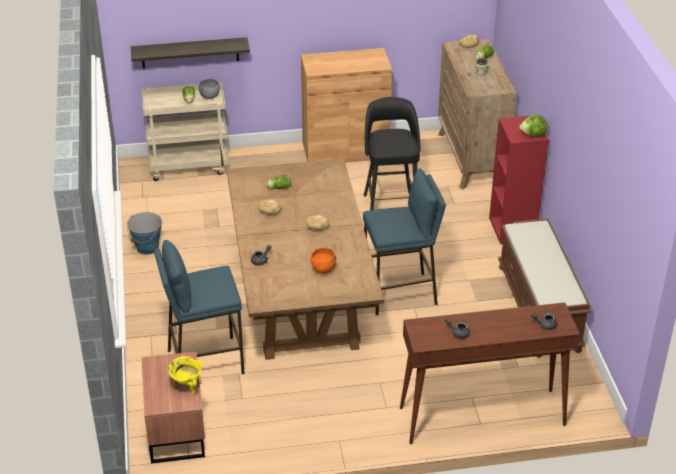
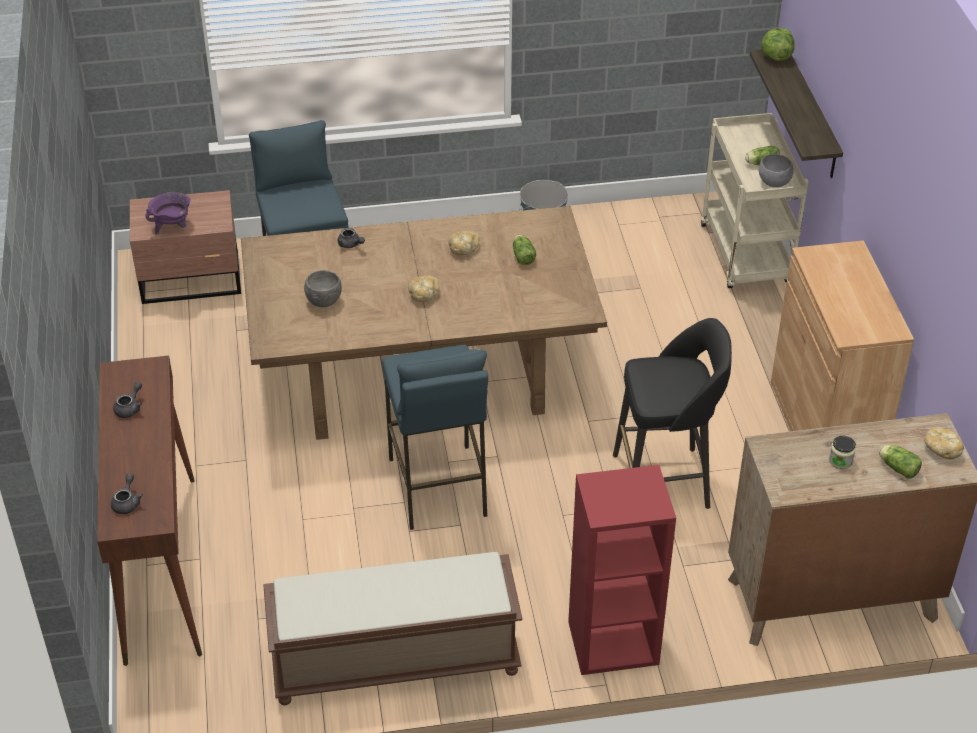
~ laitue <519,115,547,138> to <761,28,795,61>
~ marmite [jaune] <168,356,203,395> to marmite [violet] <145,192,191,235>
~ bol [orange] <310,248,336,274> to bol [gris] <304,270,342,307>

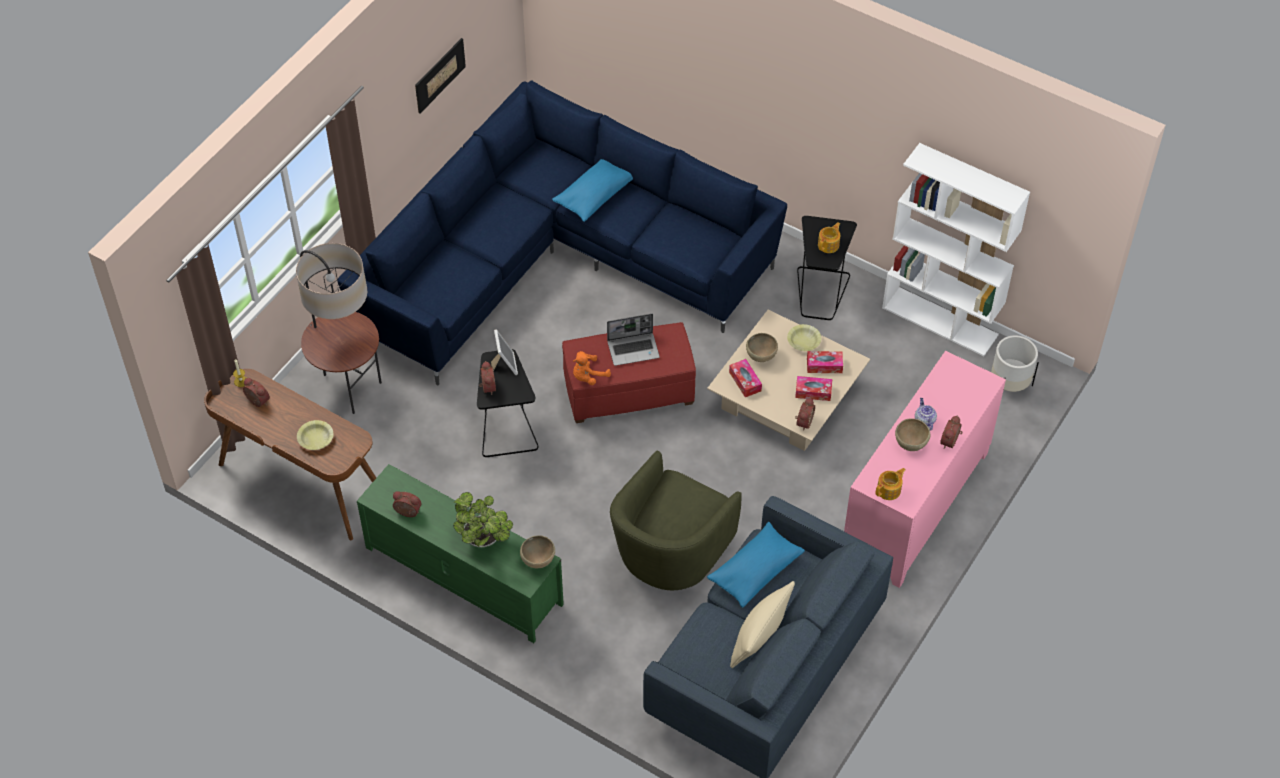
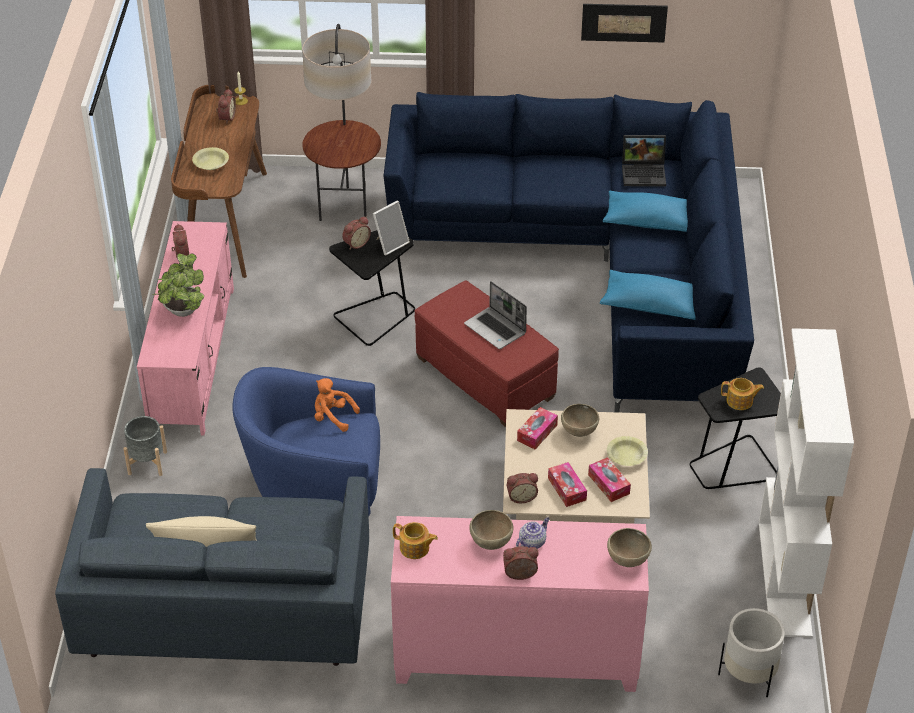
+ cache-pot [gris] <123,416,167,476>
+ ordinateur portable <622,135,666,187>
~ bol [marron] <520,535,555,568> to <607,528,652,567>
~ peluche [orange] <573,351,611,385> to <314,378,360,432>
~ coussin [bleu] <707,522,805,608> to <600,270,696,320>
~ meuble télé [vert] <357,464,564,643> to meuble télé [rose] <137,221,234,435>
~ fauteuil [vert] <610,450,742,590> to fauteuil [bleu] <232,367,380,517>

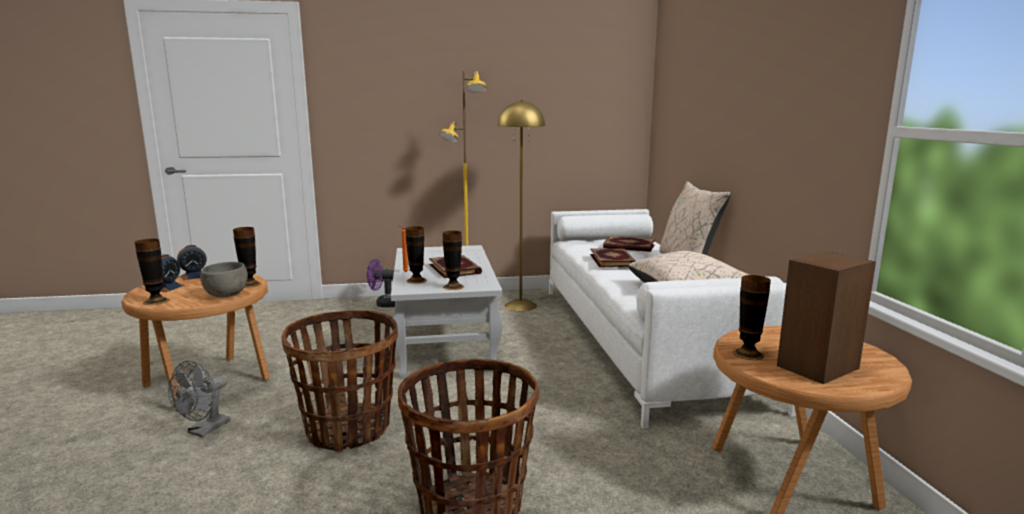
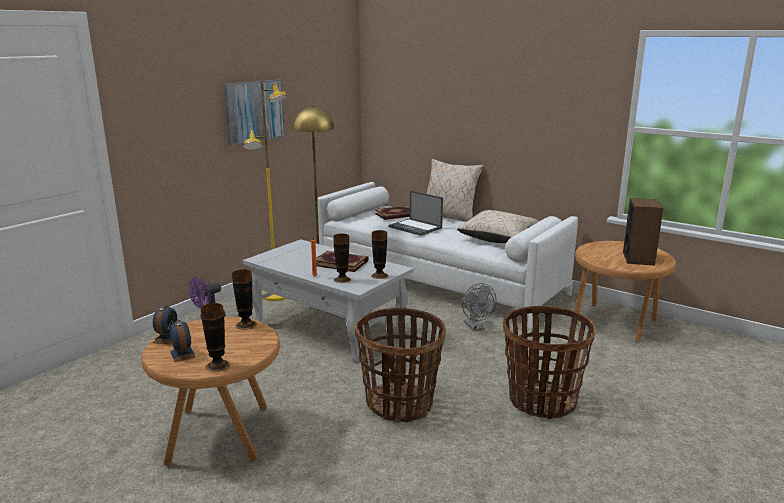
- bol [gris] <200,262,248,297>
- vase <733,275,771,360>
+ tableau <223,79,285,146>
~ ventilateur [gris] <168,361,230,437> to <462,283,496,331>
~ livre <590,248,636,268> to ordinateur portable <388,191,443,236>

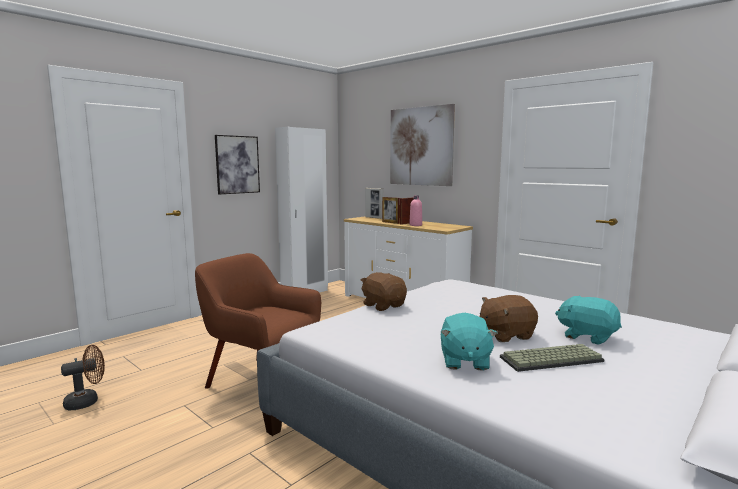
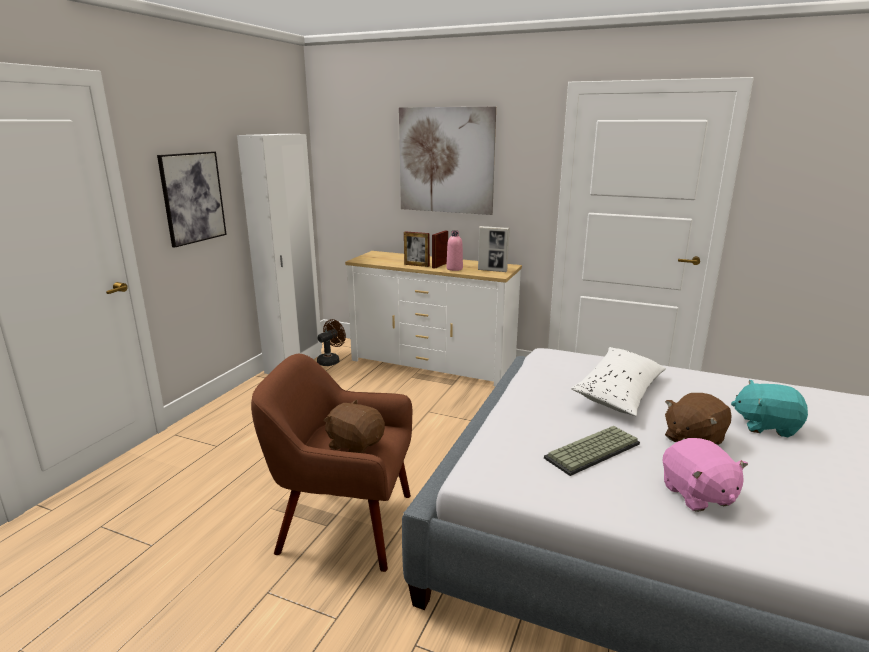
+ coussin [blanc] <571,347,666,416>
~ ventilateur [marron] <61,345,105,410> to <317,319,346,366>
~ peluche [marron] <361,272,407,311> to <324,399,385,453>
~ cadre photo <365,188,384,219> to <478,226,510,272>
~ clavier <500,344,604,372> to <544,426,640,476>
~ peluche [turquoise] <441,313,497,371> to peluche [rose] <663,438,748,512>

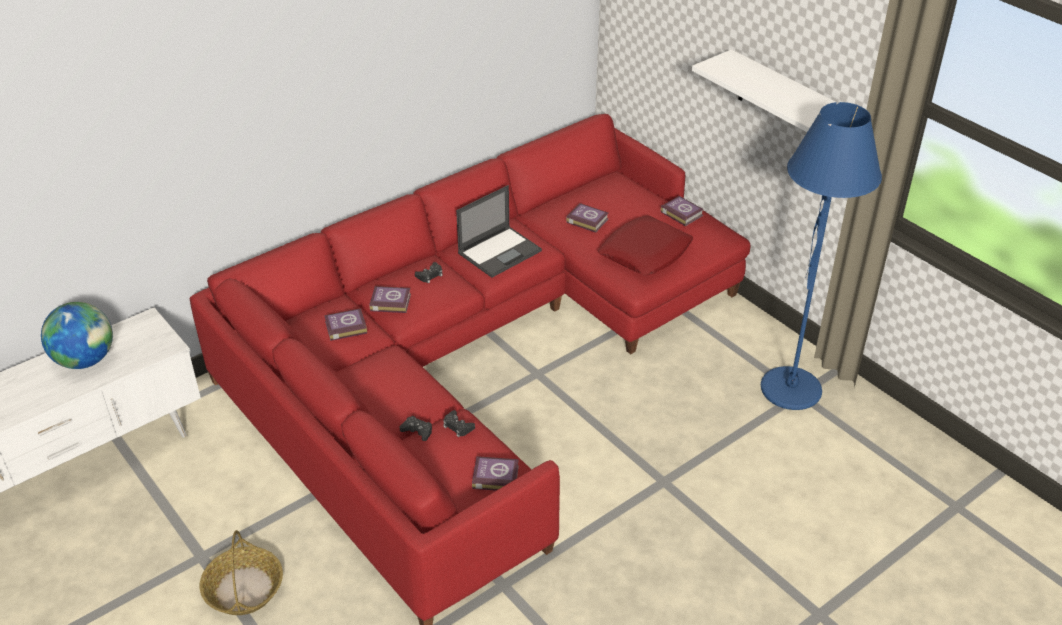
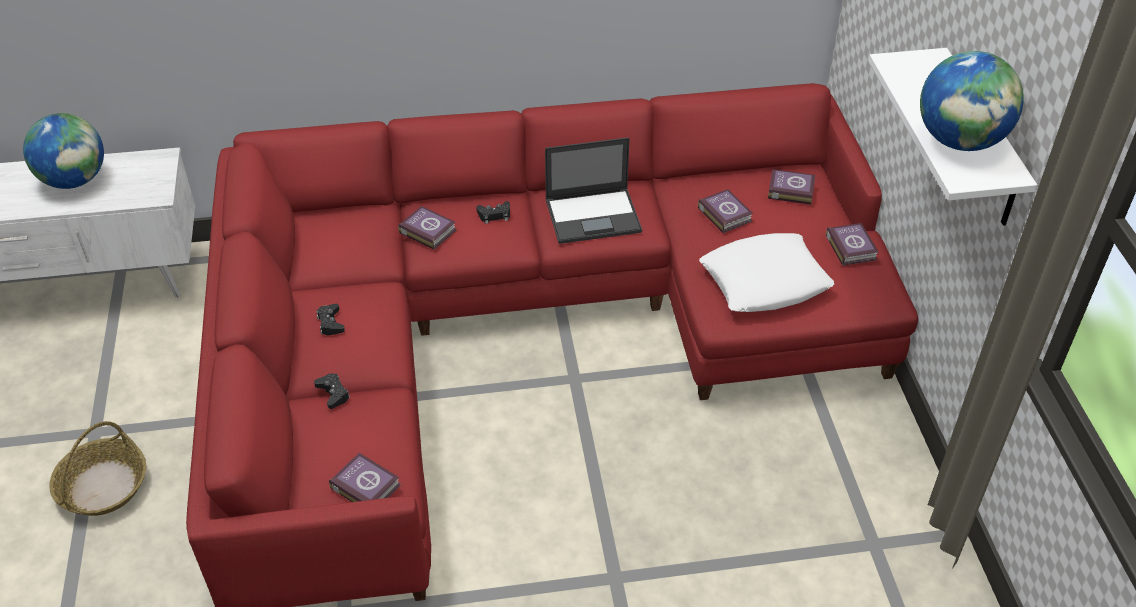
- lampadaire [bleu] <761,102,882,410>
+ globe <920,51,1024,151>
~ livre <324,308,367,341> to <768,169,815,205>
~ manette [noir] <444,410,475,437> to <316,304,345,335>
~ coussin [rouge] <598,215,693,276> to coussin [blanc] <699,233,834,312>

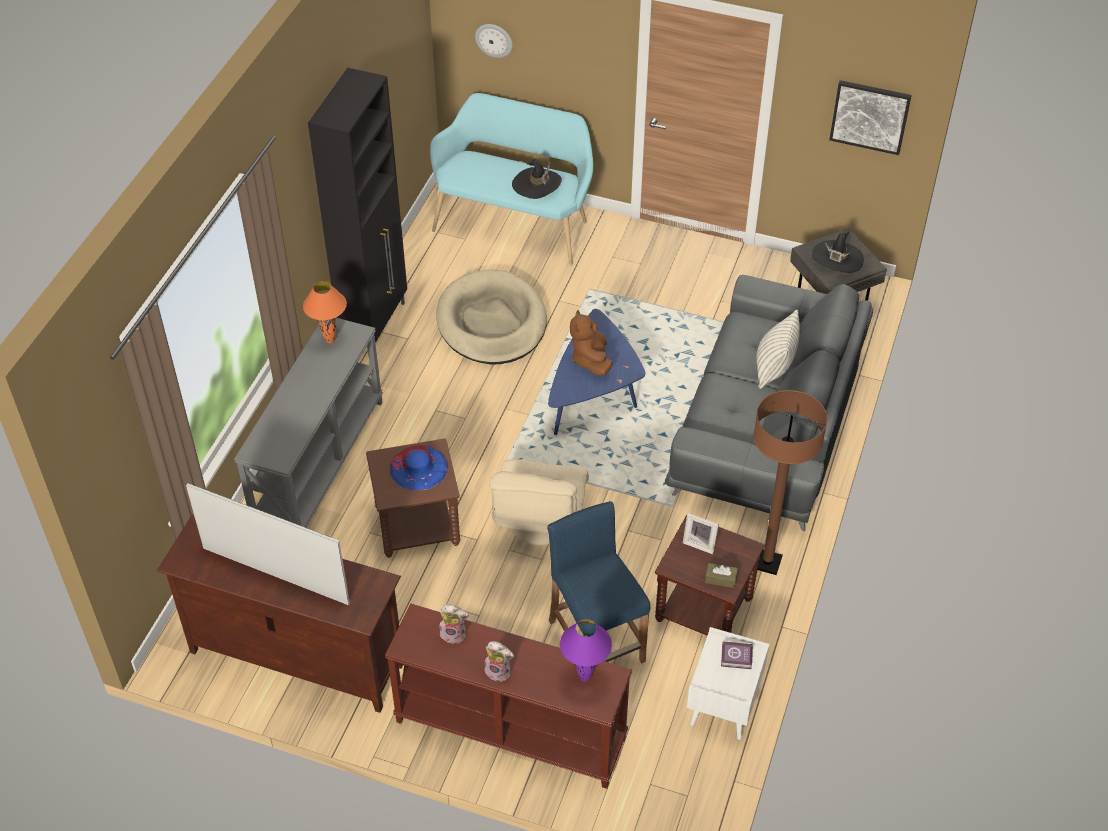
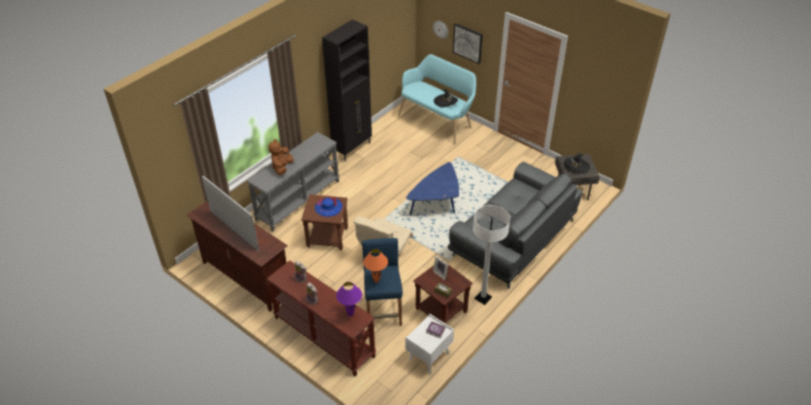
- panier pour chien [beige] <436,269,547,364>
- coussin <757,310,800,389>
~ lampe de table [orange] <303,281,347,343> to <363,249,388,283>
~ peluche [marron] <570,310,612,376> to <268,139,294,175>
~ tableau <829,80,912,155> to <453,23,483,64>
~ lampadaire [marron] <754,390,827,575> to lampadaire [blanc] <473,205,510,305>

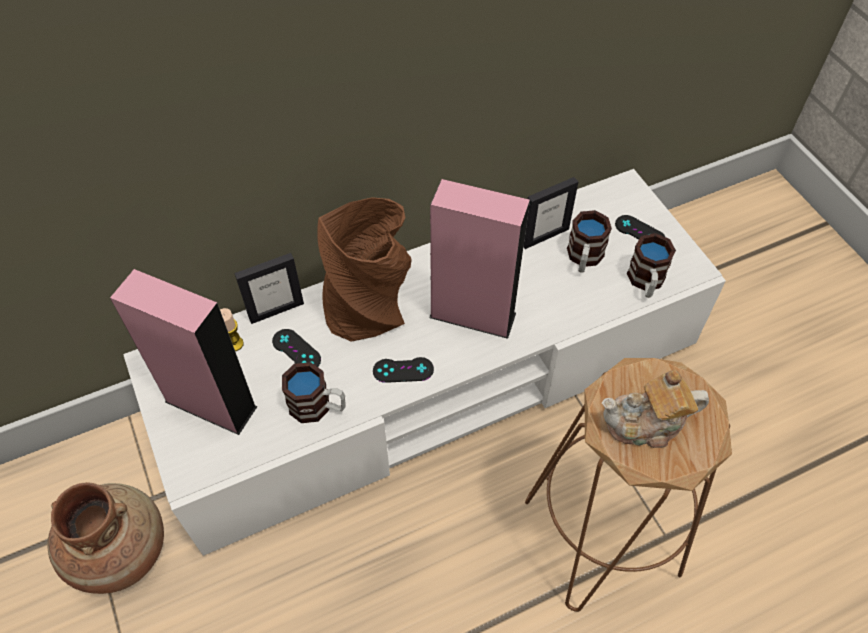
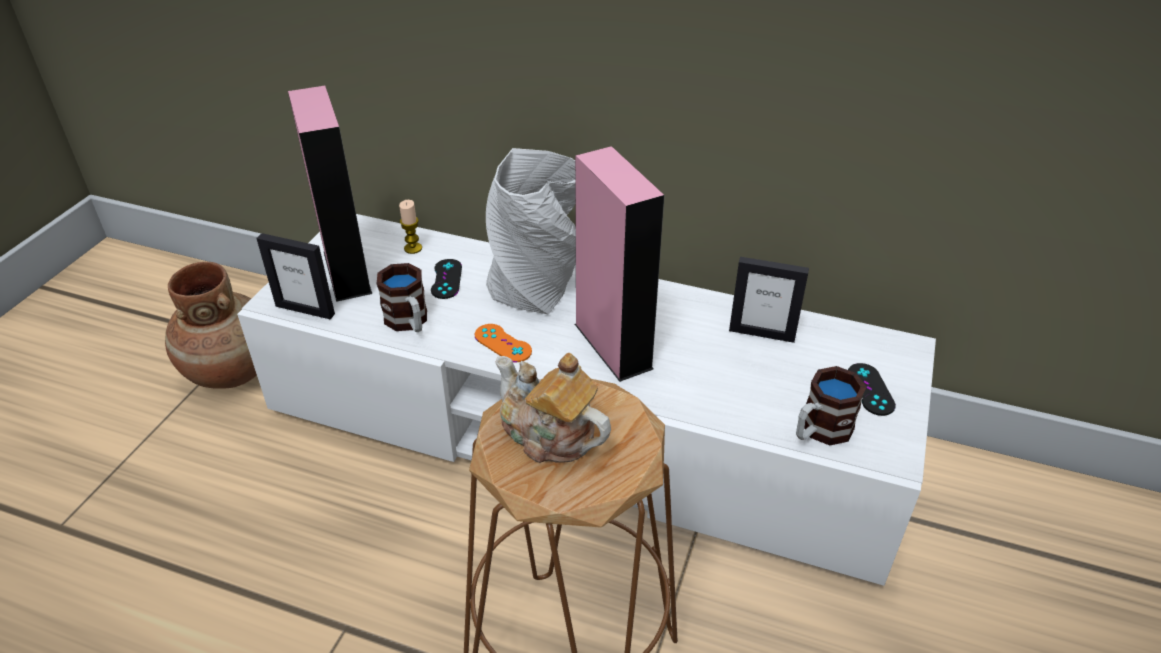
- mug <567,210,612,273>
~ cadre photo <234,253,304,324> to <256,233,335,319>
~ vase [marron] <317,197,412,342> to vase [gris] <486,148,576,315>
~ manette [noir] <373,357,434,383> to manette [orange] <475,324,532,362>

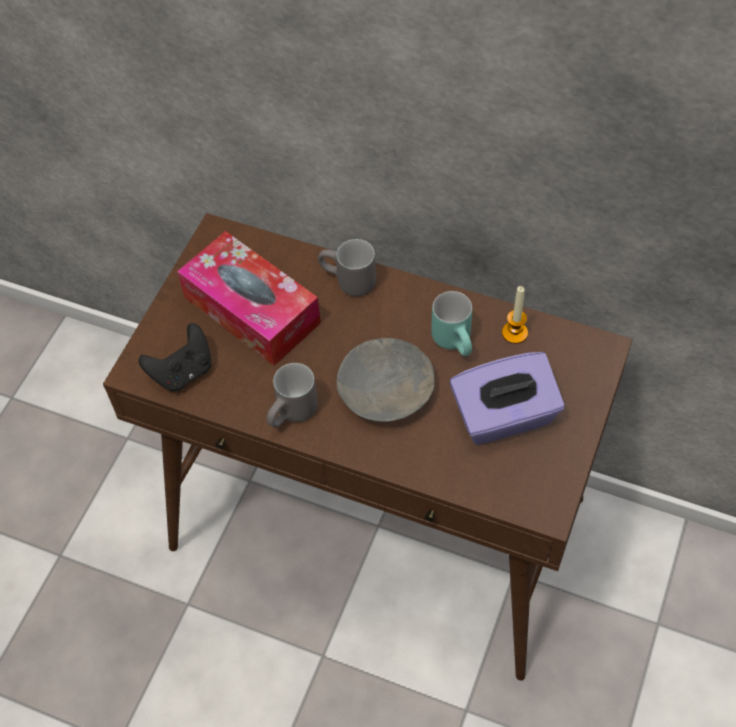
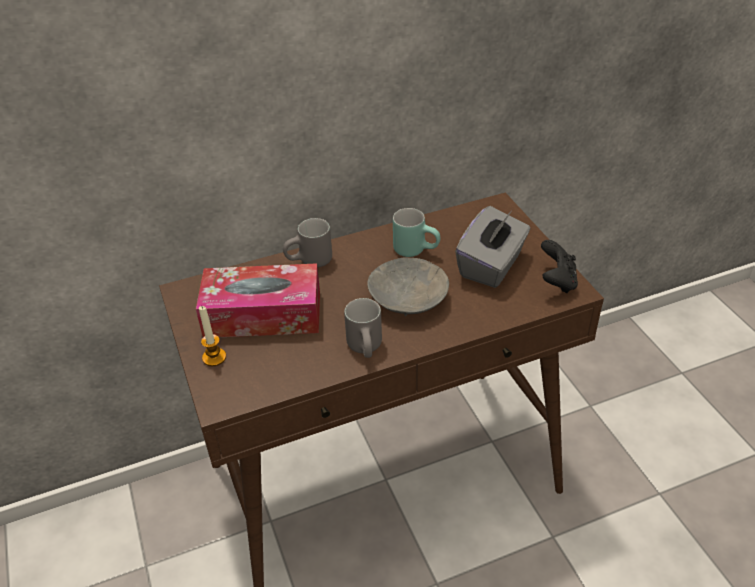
~ manette [noir] <139,323,211,391> to <541,240,578,293>
~ bougie <502,286,528,344> to <199,306,226,366>
~ boîte à mouchoirs [violet] <449,352,565,445> to boîte à mouchoirs [gris] <455,206,530,288>

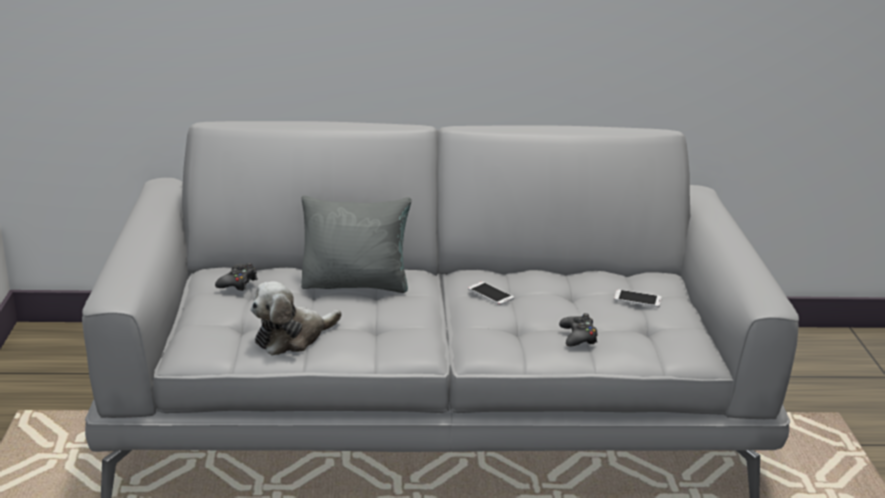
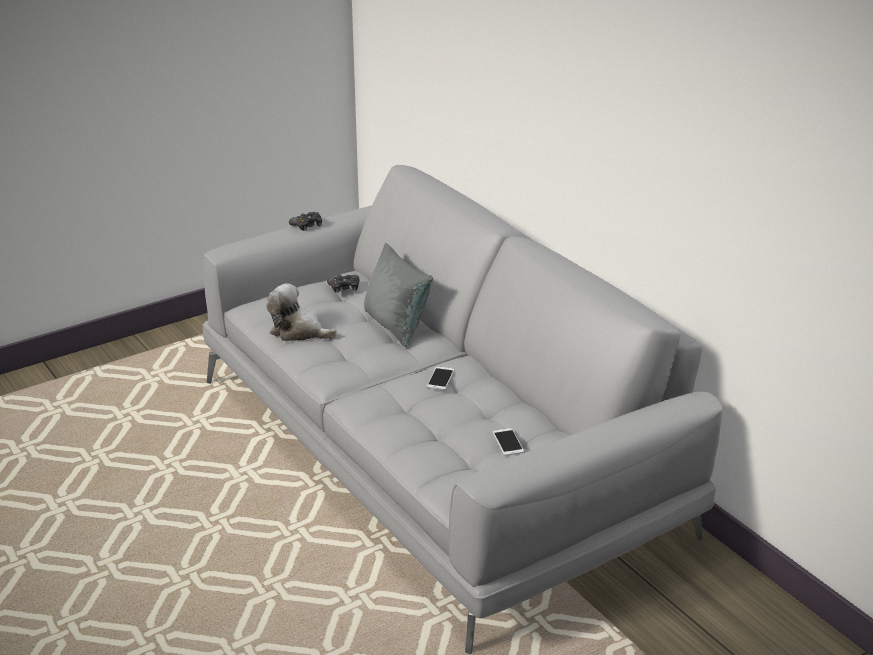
~ manette [noir] <559,313,597,347> to <289,212,322,231>

